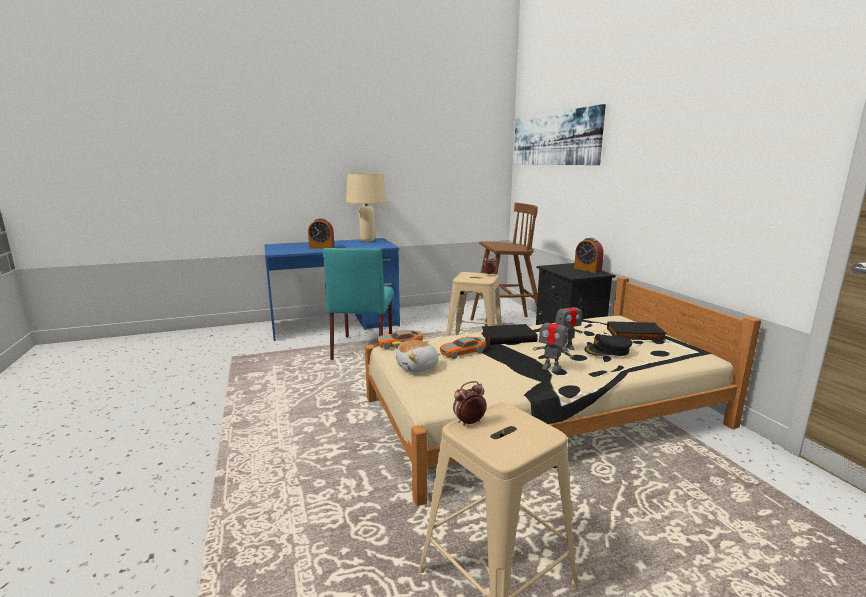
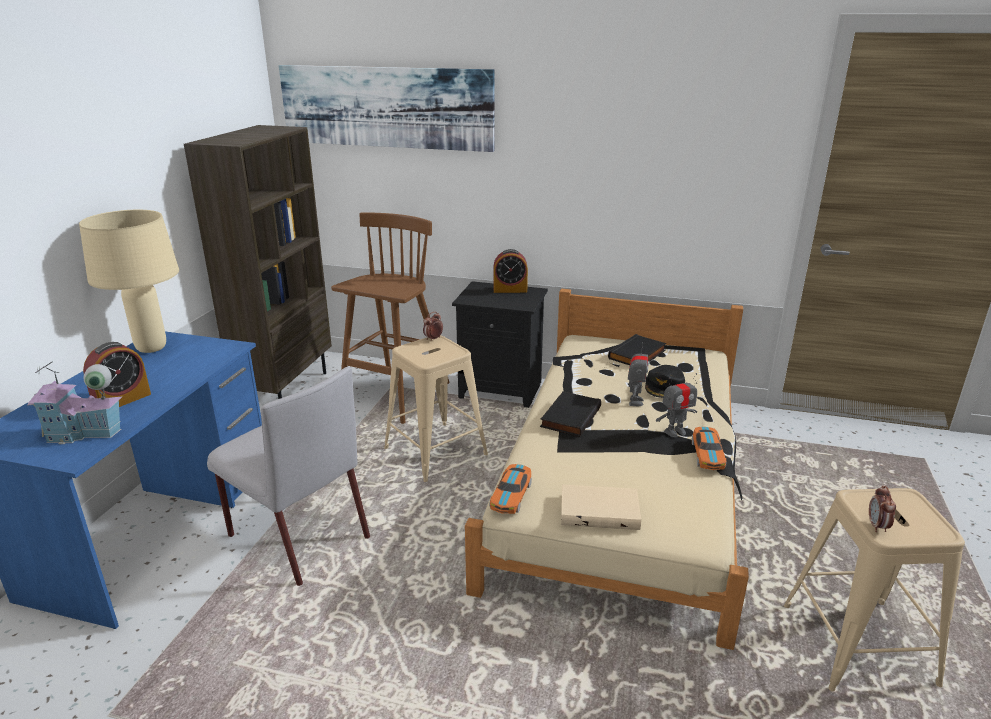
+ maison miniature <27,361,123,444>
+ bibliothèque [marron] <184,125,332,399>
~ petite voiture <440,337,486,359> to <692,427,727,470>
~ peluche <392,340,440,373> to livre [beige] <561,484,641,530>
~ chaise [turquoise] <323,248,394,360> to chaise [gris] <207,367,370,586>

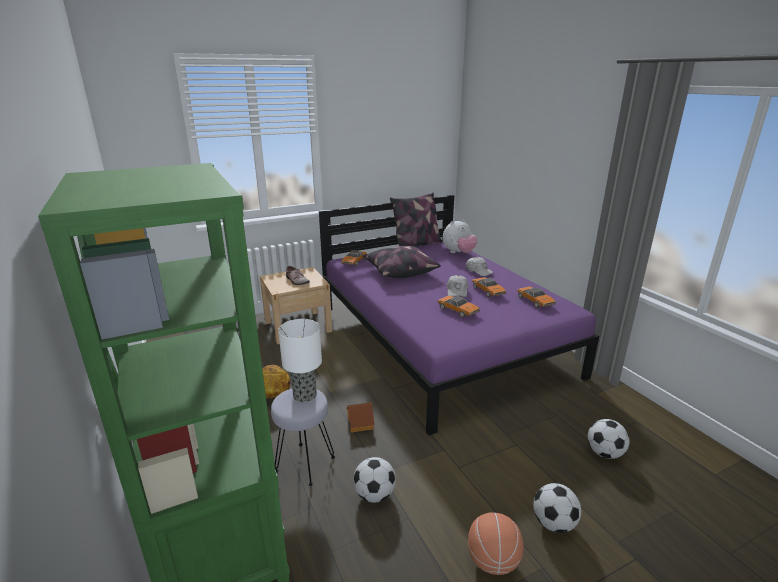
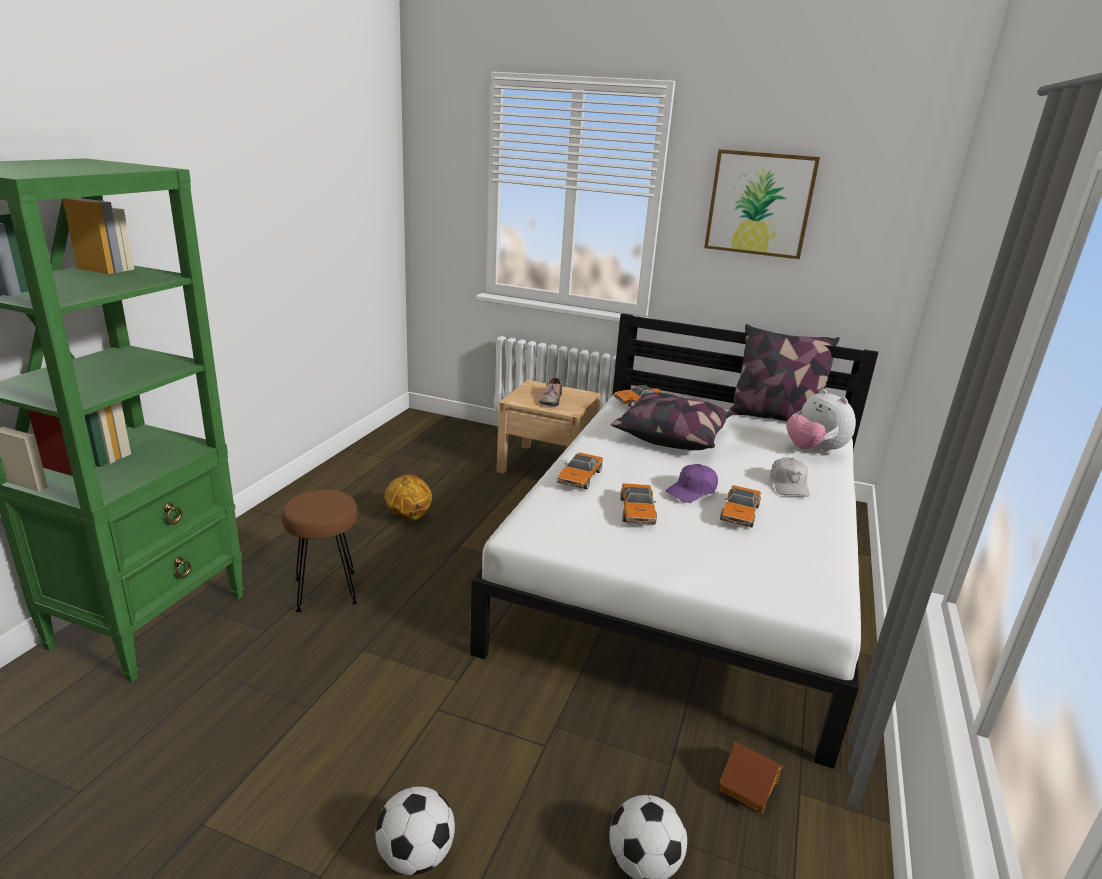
- lampe de table <278,319,322,403>
- ballon de foot <353,457,396,503>
- ballon de basket <468,512,524,575>
+ tableau <704,149,820,259>
~ maison miniature <347,402,375,433> to <719,741,784,814>
~ petite voiture <517,286,556,308> to <557,452,604,489>
~ tabouret [gris] <271,389,335,486> to tabouret [marron] <282,490,358,612>
~ lit [violet] <319,195,599,435> to lit [blanc] <470,313,878,769>
~ casquette [blanc] <447,275,468,297> to casquette [violet] <665,464,718,503>
~ peluche <443,219,478,253> = <787,389,856,454> 45 degrees clockwise

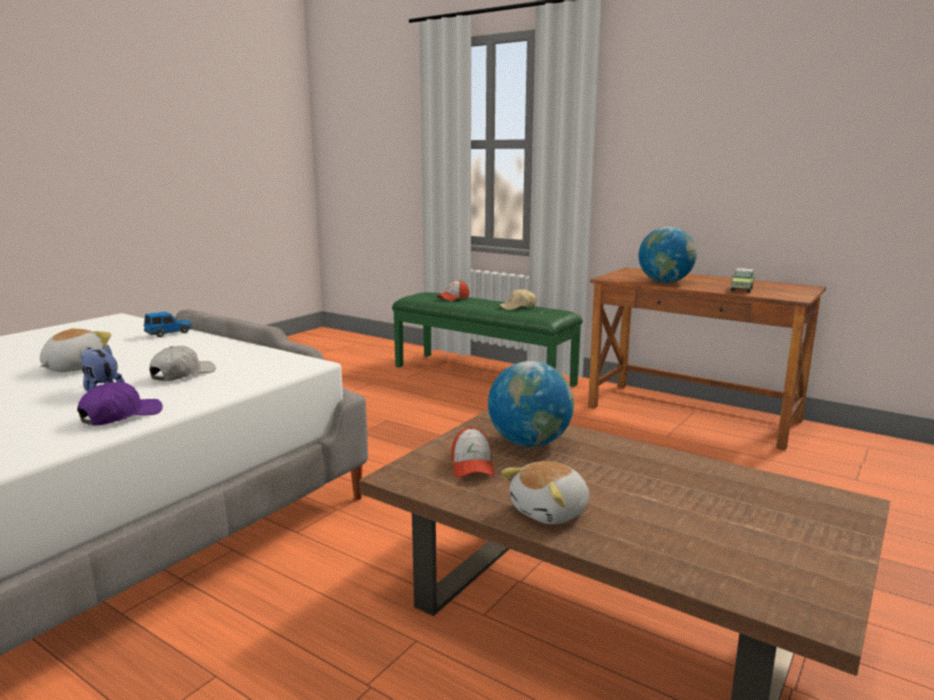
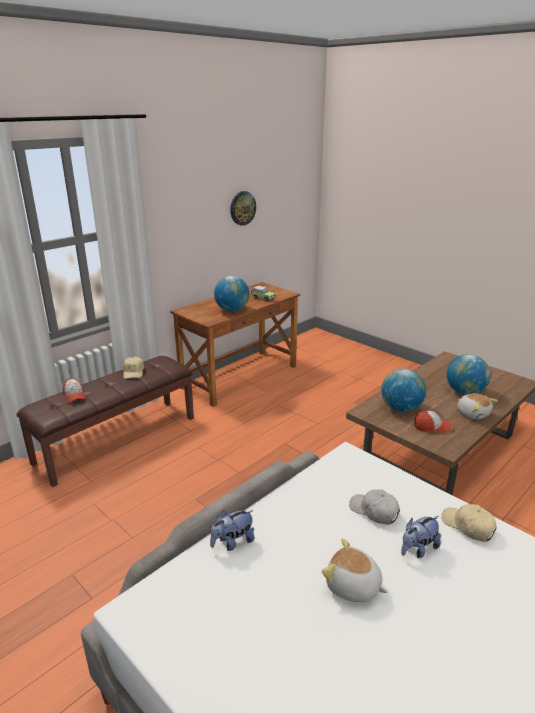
+ horloge murale <230,191,256,226>
+ globe <447,354,490,395>
~ petite voiture <143,311,193,337> to peluche <210,510,254,551>
~ casquette [violet] <77,382,163,426> to casquette [beige] <441,504,497,542>
~ banc [vert] <392,292,583,386> to banc [marron] <17,356,194,487>

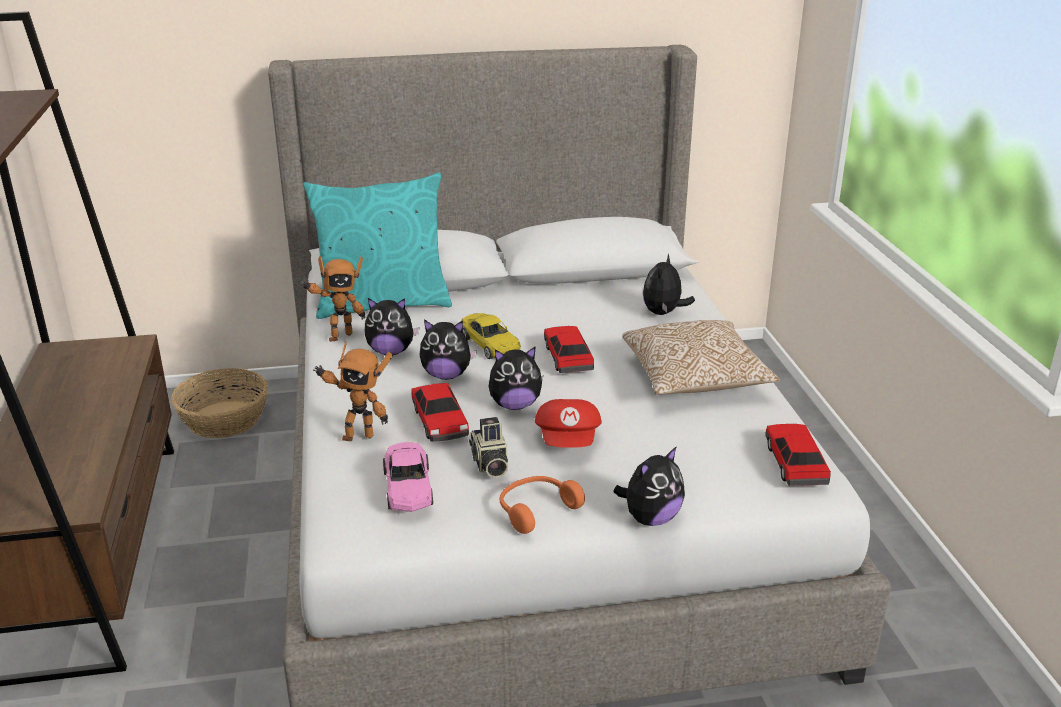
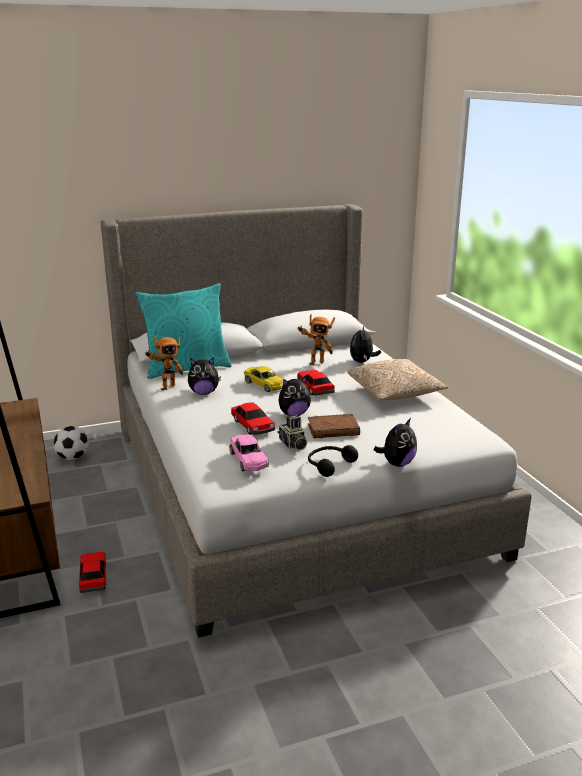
- peluche <420,320,477,380>
~ robot jouet <313,341,393,441> to <297,314,335,365>
~ petite voiture <765,424,831,486> to <79,552,106,593>
~ panier <171,368,268,438> to ballon de foot <54,426,89,460>
~ casquette [rouge] <535,399,602,448> to livre [marron] <308,414,360,438>
~ casque audio [orange] <500,476,585,534> to casque audio [noir] <308,445,358,477>

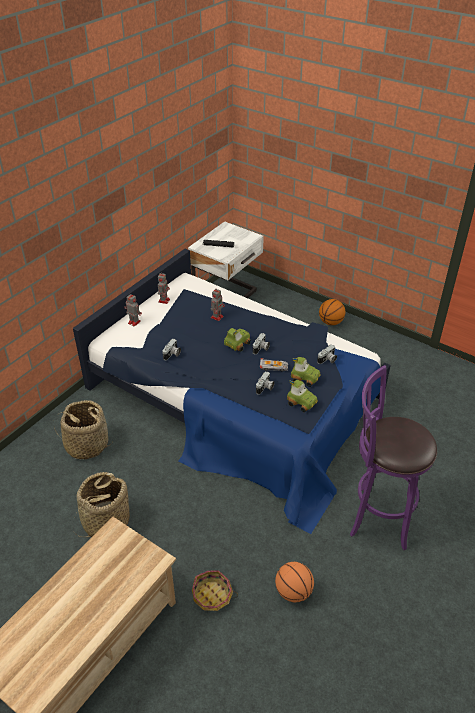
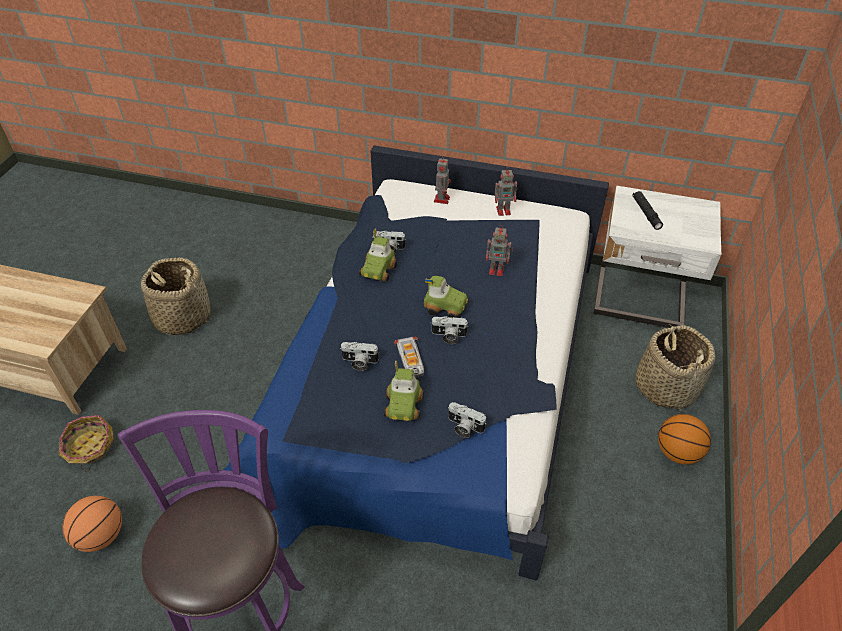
~ panier <54,400,112,459> to <635,325,715,412>
~ petite voiture <287,380,318,412> to <359,229,397,281>

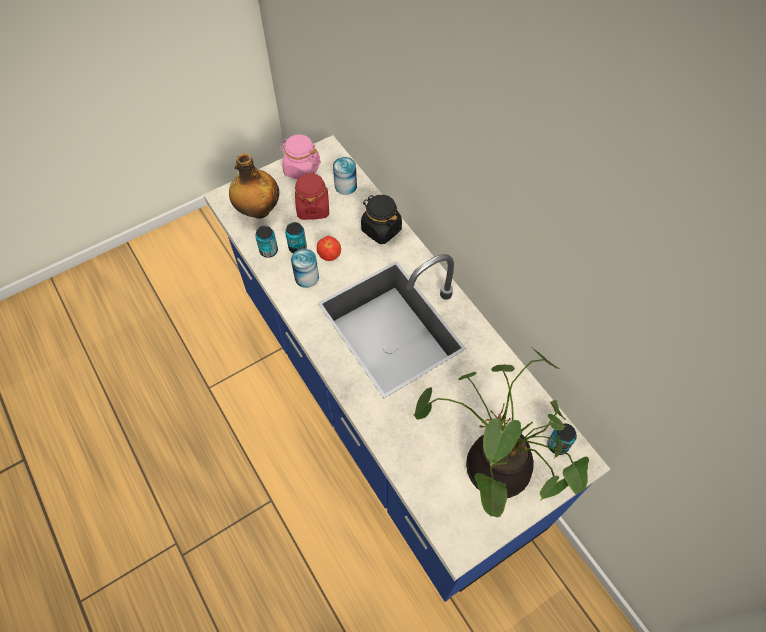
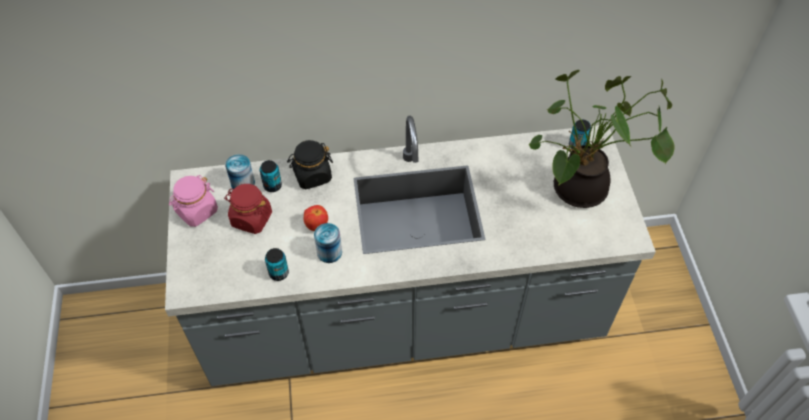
- bouteille <229,153,279,218>
~ boîte métallique <285,222,307,253> to <260,160,282,192>
~ comptoir de cuisine [bleu] <203,135,610,602> to comptoir de cuisine [gris] <165,116,656,386>

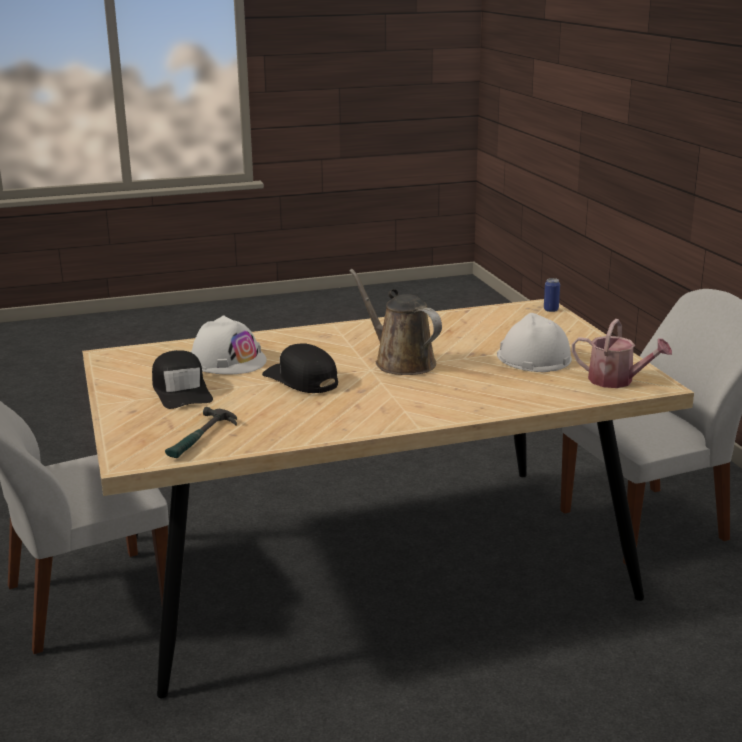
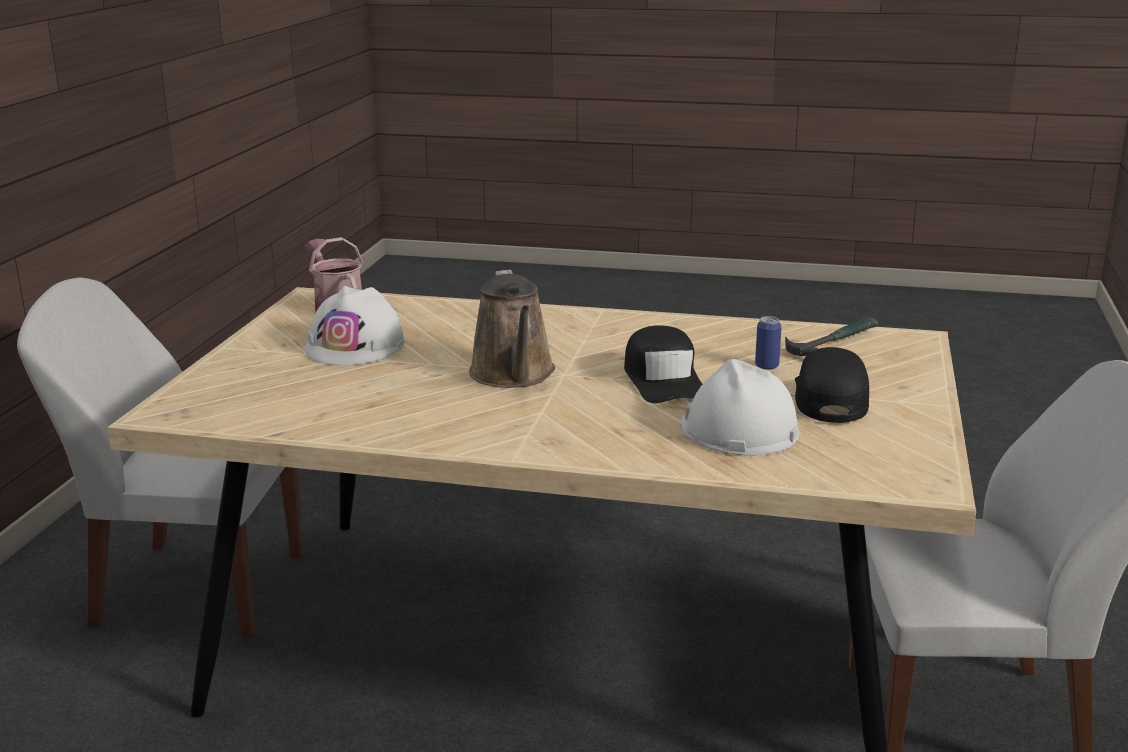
~ boîte métallique <544,278,560,312> to <755,316,782,370>

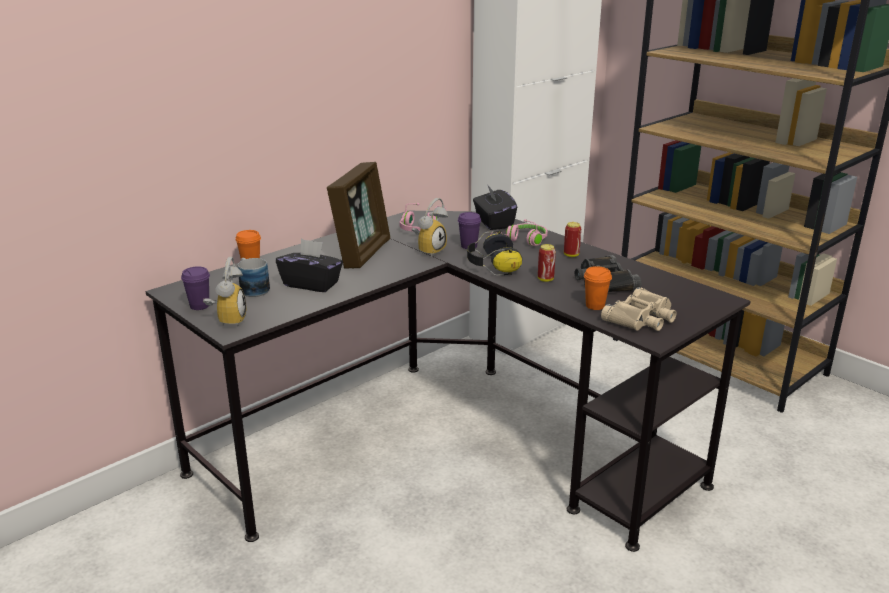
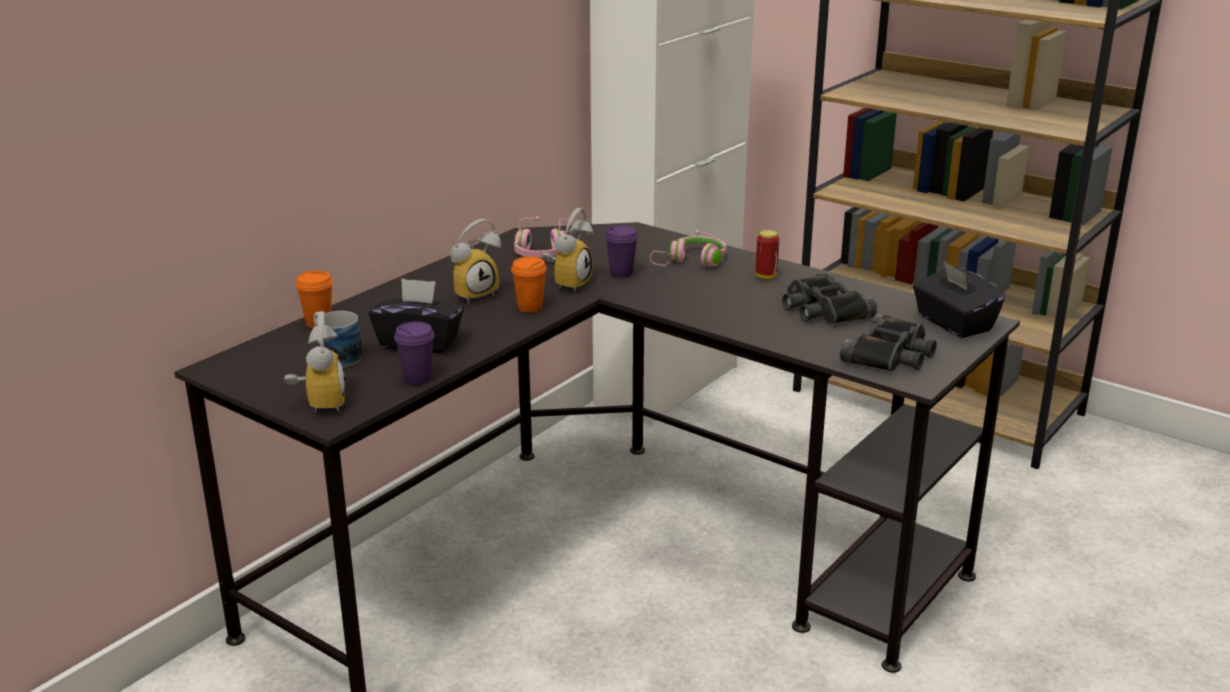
- casque audio <467,231,522,275>
- boîte métallique <538,244,556,282>
~ tasse [violet] <181,266,210,310> to <394,321,435,385>
~ boîte à mouchoirs [noir] <473,184,517,230> to <913,260,1005,338>
~ tasse [orange] <584,266,612,310> to <511,257,547,313>
~ cadre photo <327,162,390,269> to réveil <450,219,501,303>
~ jumelles [beige] <601,287,677,331> to jumelles [noir] <840,313,937,371>

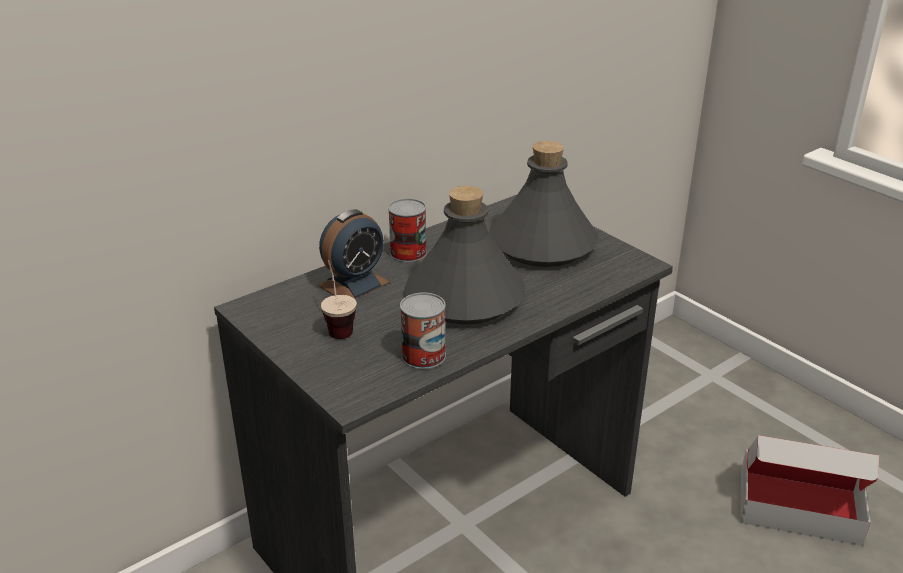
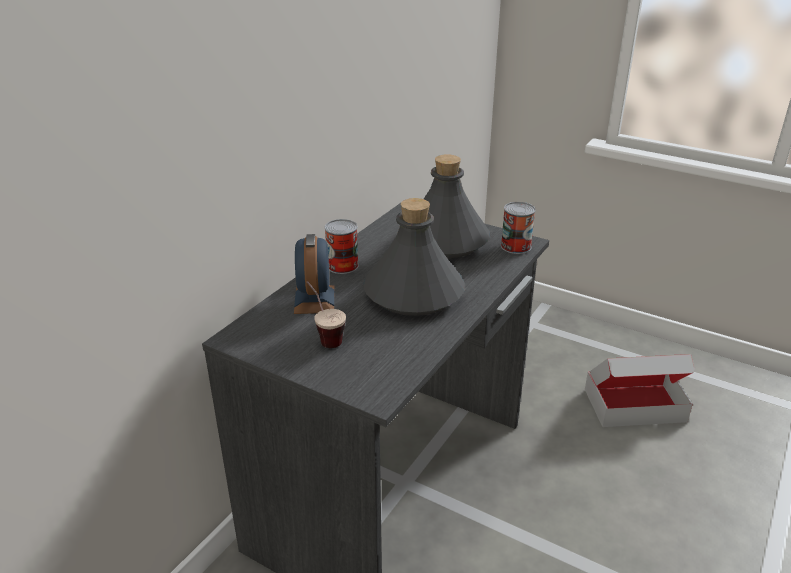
~ boîte métallique <400,293,446,369> to <501,202,536,254>
~ réveil <318,209,390,299> = <294,234,334,314> 150 degrees clockwise

